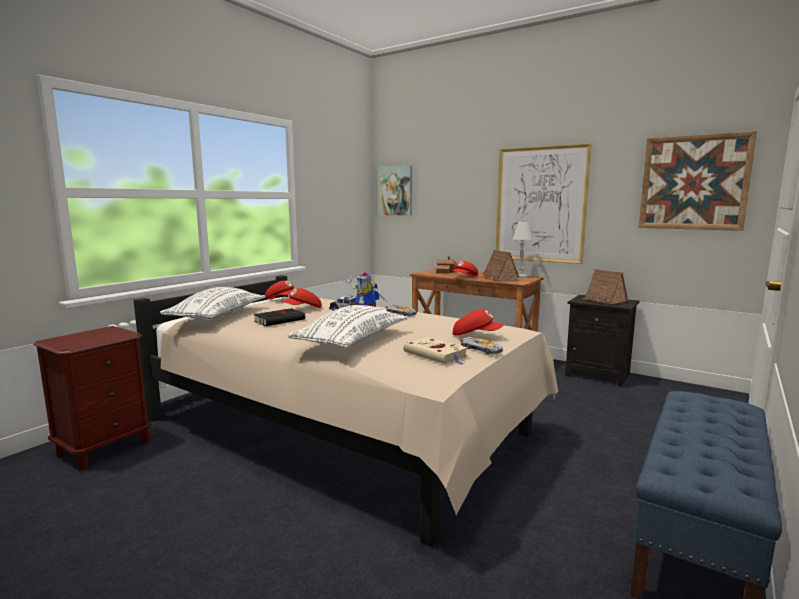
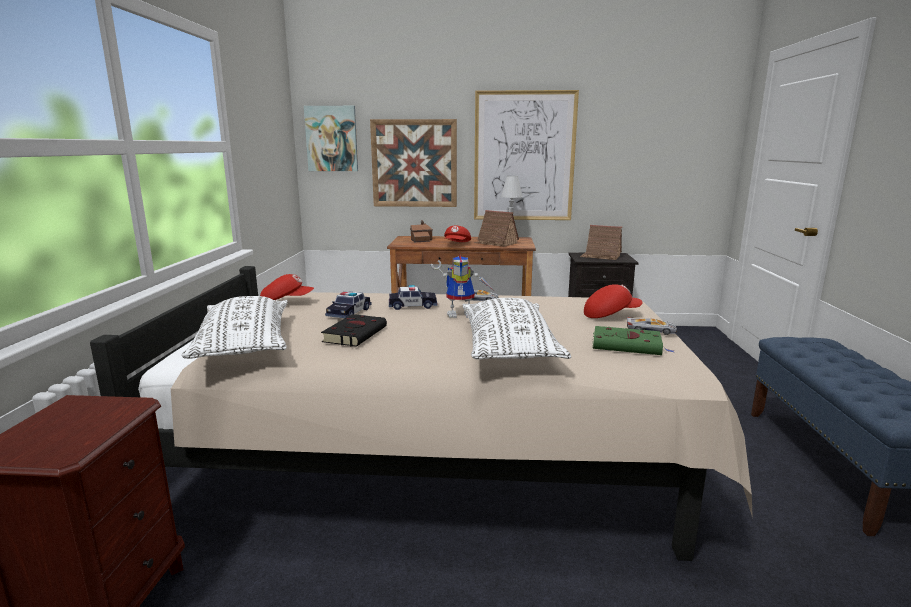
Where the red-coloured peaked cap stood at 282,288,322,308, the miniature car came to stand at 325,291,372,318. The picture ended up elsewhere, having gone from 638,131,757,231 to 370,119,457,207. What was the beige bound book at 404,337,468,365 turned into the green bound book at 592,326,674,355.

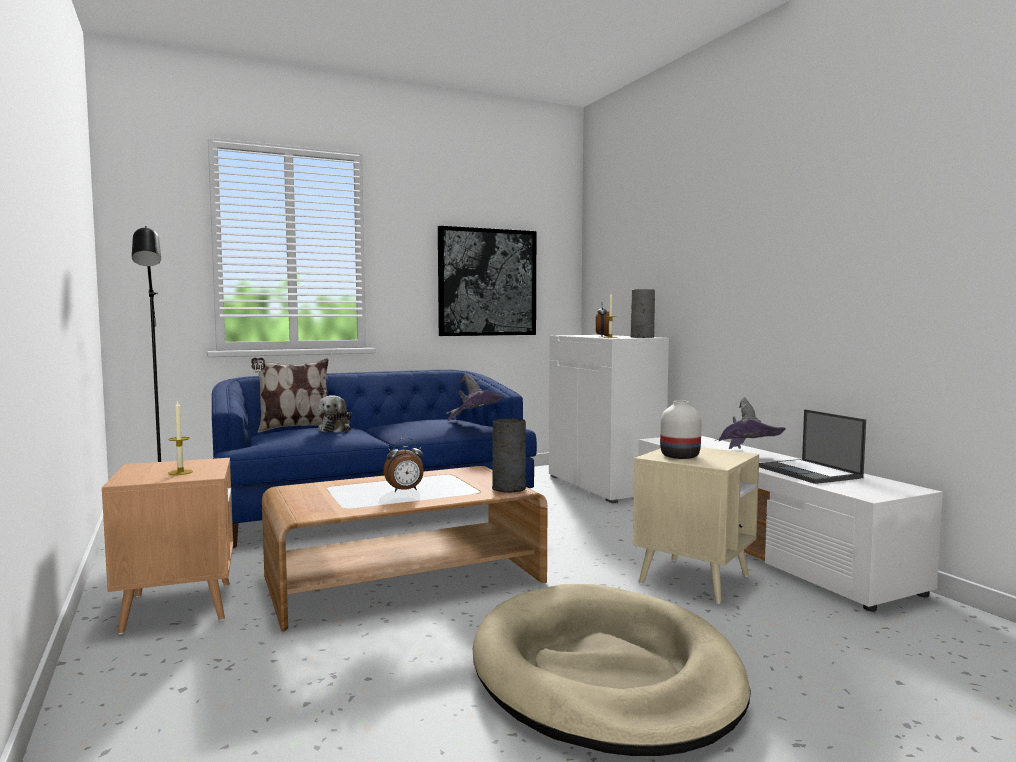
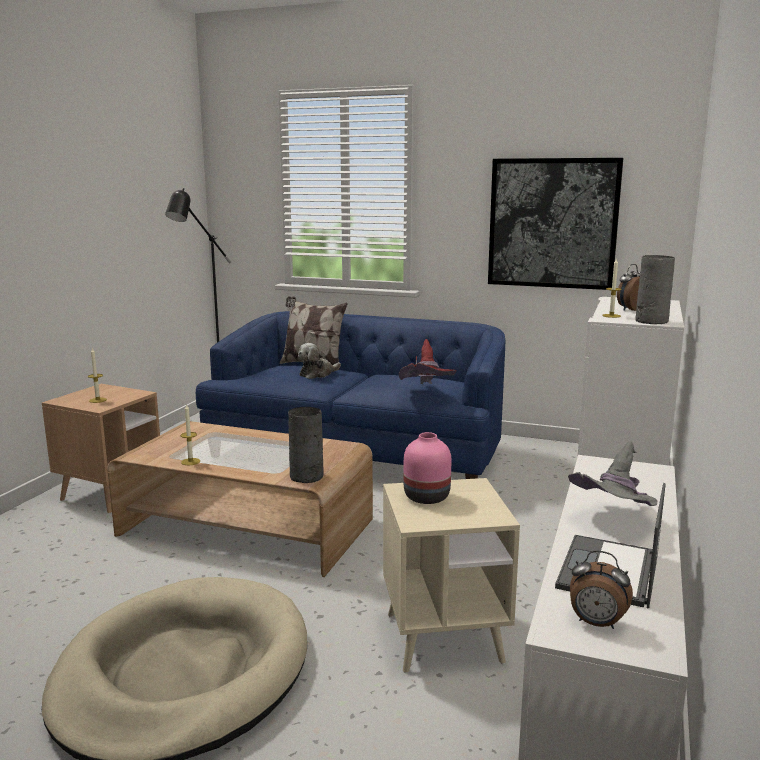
The second view gained the wax candle at 181,404,200,465. What was the gray hat at 446,373,505,421 turned into the red-coloured hat at 399,339,457,384. What was the white-coloured vase at 660,400,701,459 turned into the pinkish vase at 404,432,451,504. The bedside clock ended up elsewhere, having gone from 383,438,424,492 to 570,550,633,629.

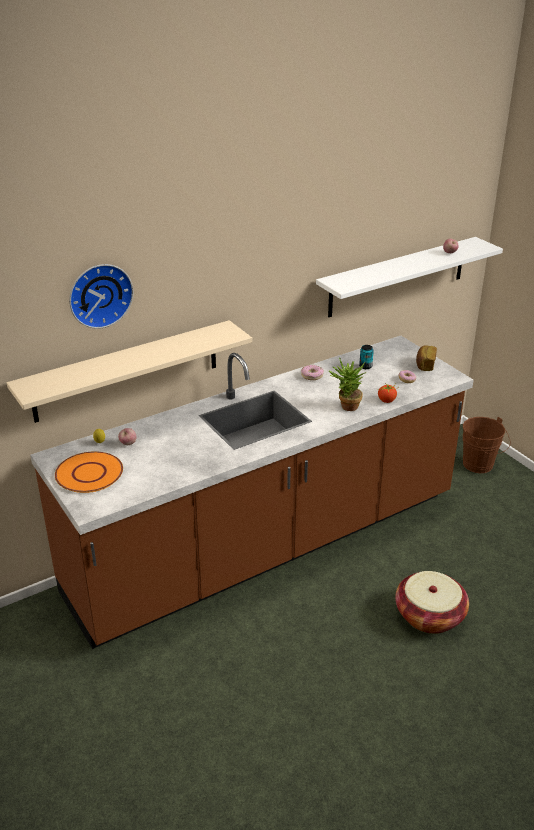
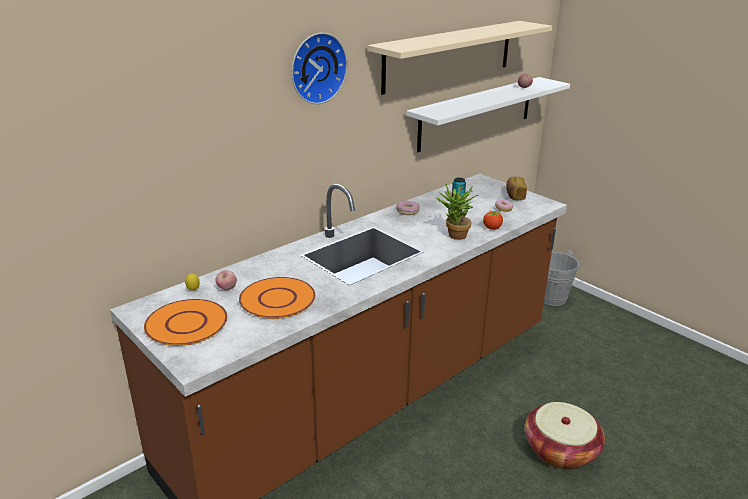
The second view gained the orangey flat dish at 239,277,315,319. The clock on the wall ended up elsewhere, having gone from 69,264,133,329 to 291,32,347,104. The beige bracket shelf ended up elsewhere, having gone from 7,320,252,423 to 368,21,553,95. What was the brown-coloured pail at 463,417,511,473 turned into the gray pail at 544,250,585,306.

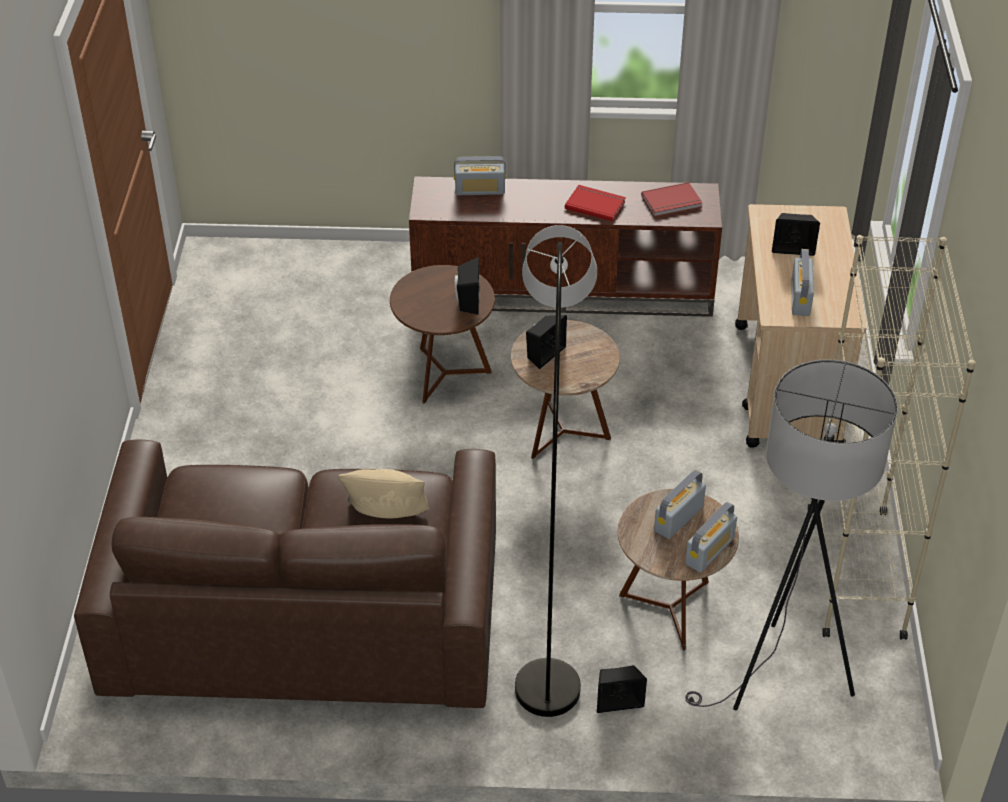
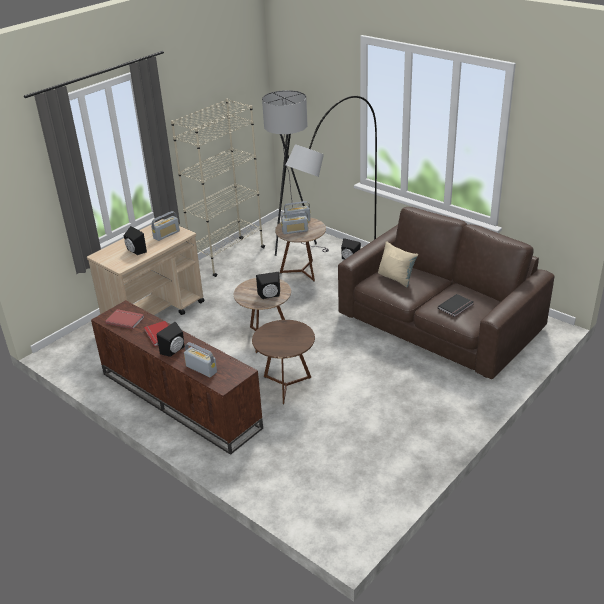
The blackish audio speaker ended up elsewhere, having gone from 455,257,479,315 to 156,322,185,357. The second view gained the blackish bound book at 438,294,474,317.

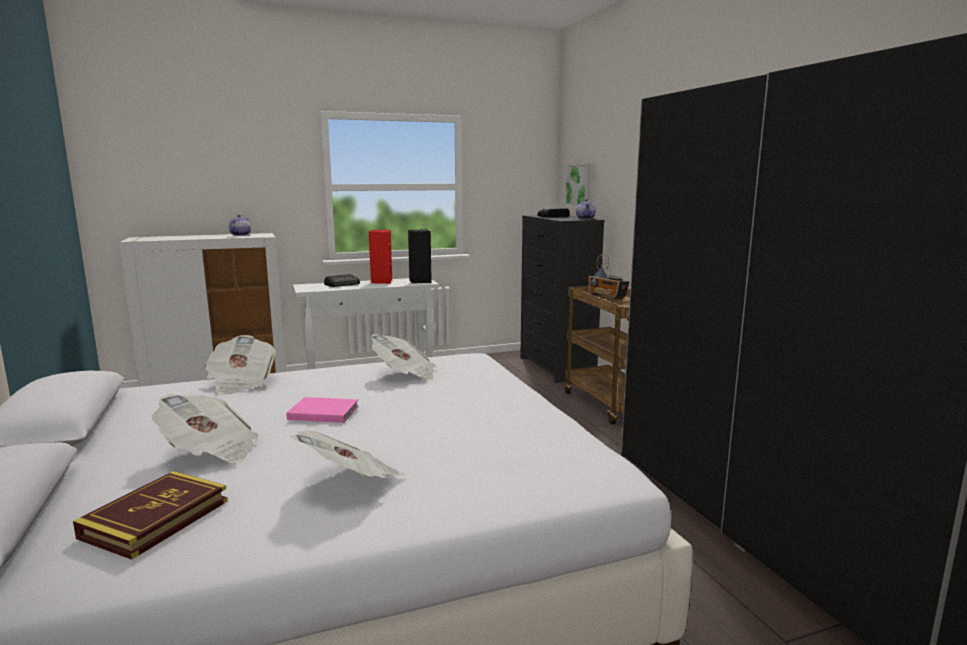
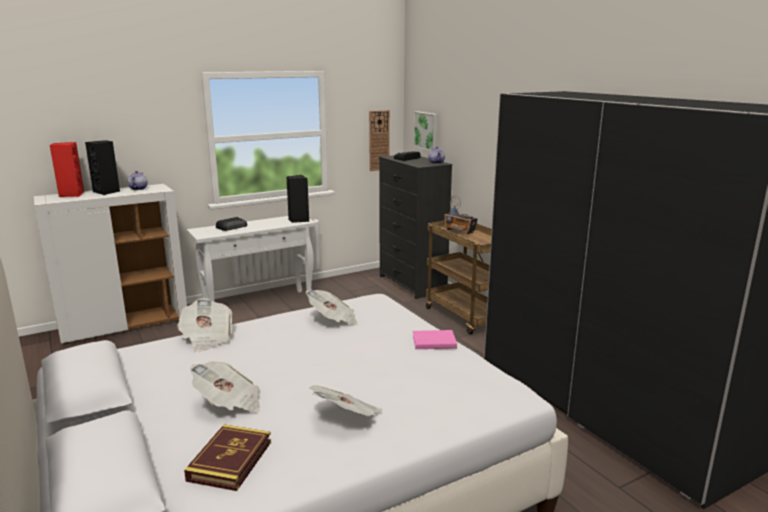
The red-coloured audio speaker ended up elsewhere, having gone from 369,230,392,284 to 50,142,84,197. The second view gained the blackish audio speaker at 85,140,120,195. The second view gained the clock on the wall at 369,110,390,171. The pinkish bound book ended up elsewhere, having gone from 286,397,358,423 to 413,330,457,349.

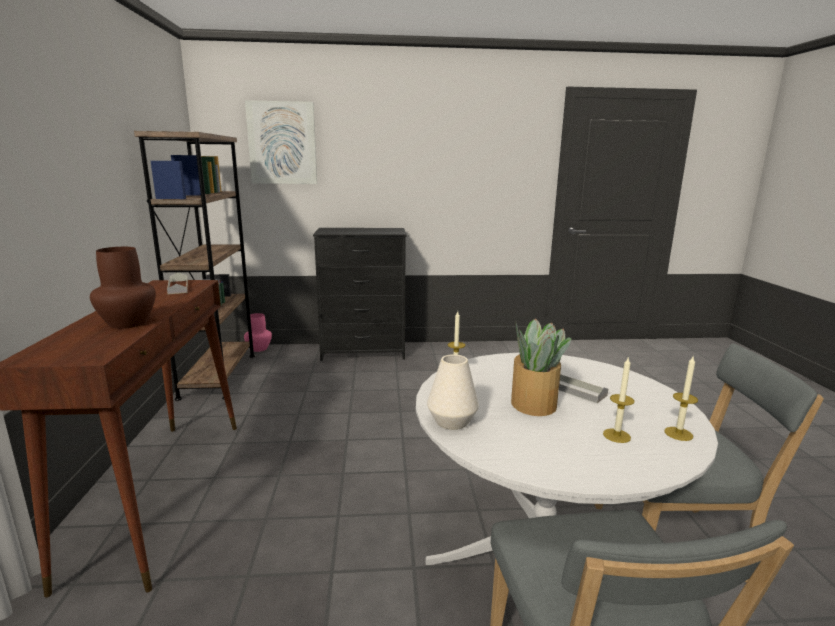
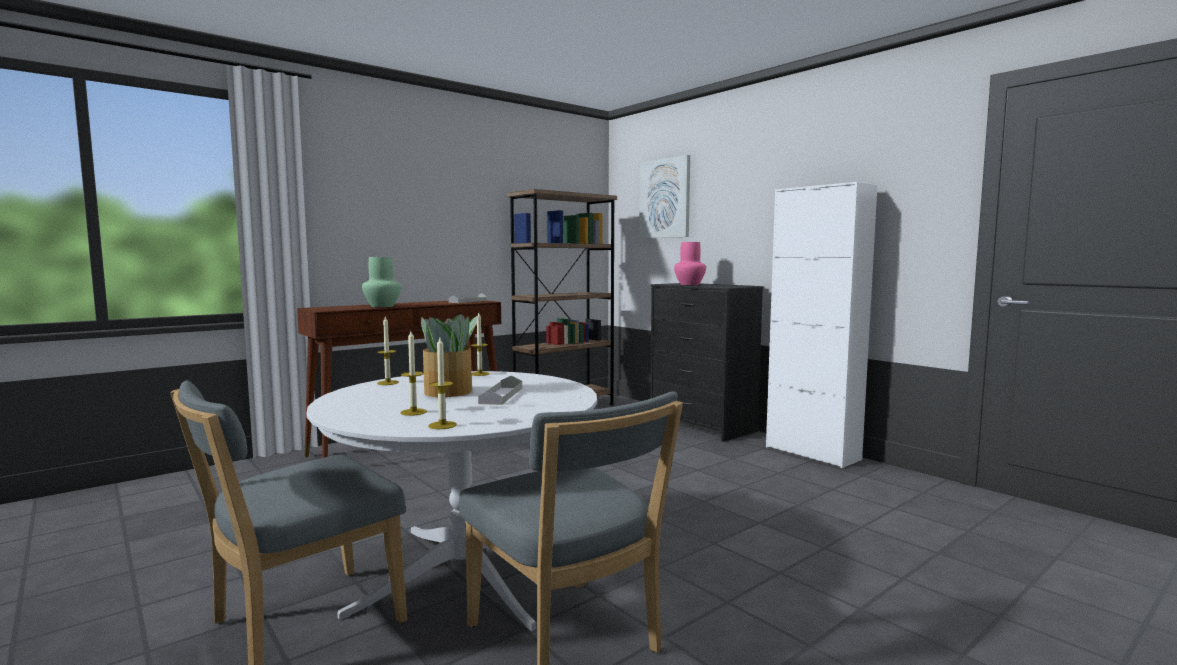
What was the brown-coloured vase at 90,247,156,329 turned into the green vase at 362,257,401,307. Where the white-coloured vase stood at 427,354,479,430, the wax candle came to stand at 377,317,399,385. The pinkish vase ended up elsewhere, having gone from 244,313,272,352 to 674,242,706,285. The second view gained the white-coloured cabinet at 766,182,878,468.

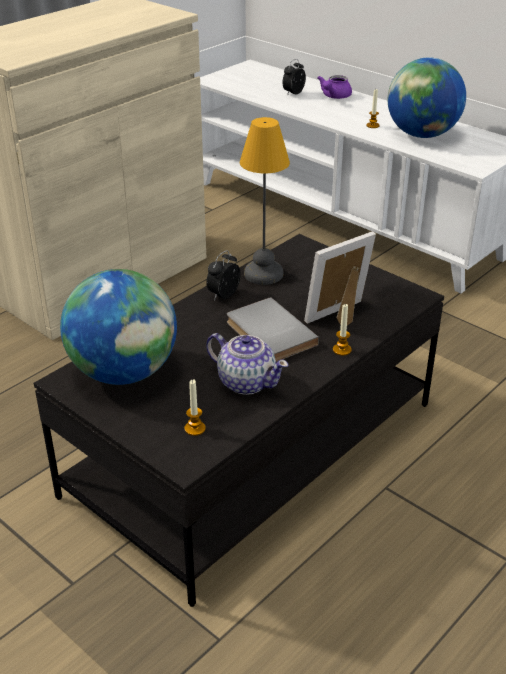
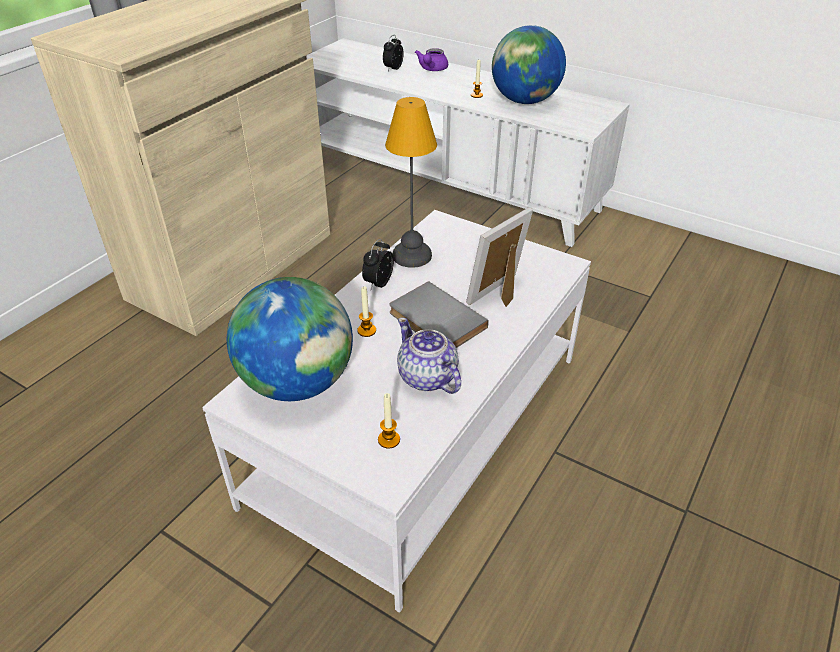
What was the blackish low table at 34,234,444,607 turned into the white-coloured low table at 202,210,591,613. The wax candle ended up elsewhere, having gone from 333,303,352,356 to 357,286,376,337. The teapot at 206,333,288,395 ended up facing another way, 150 degrees counterclockwise from before.

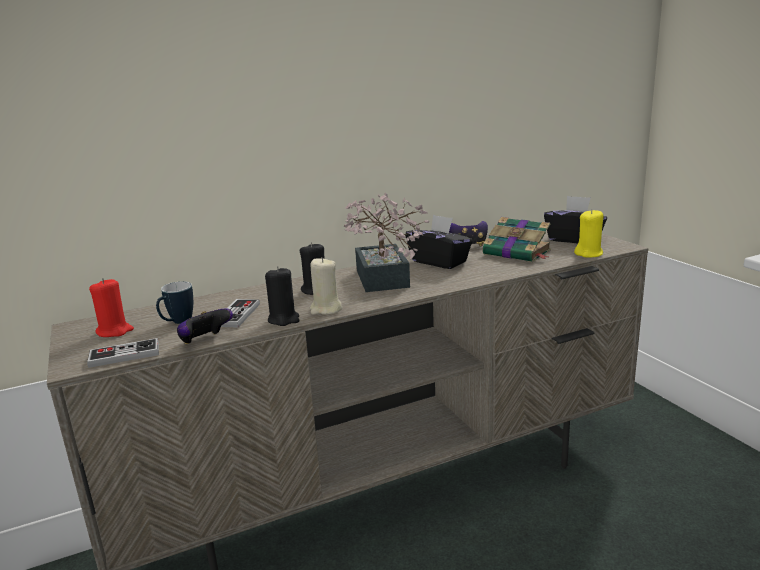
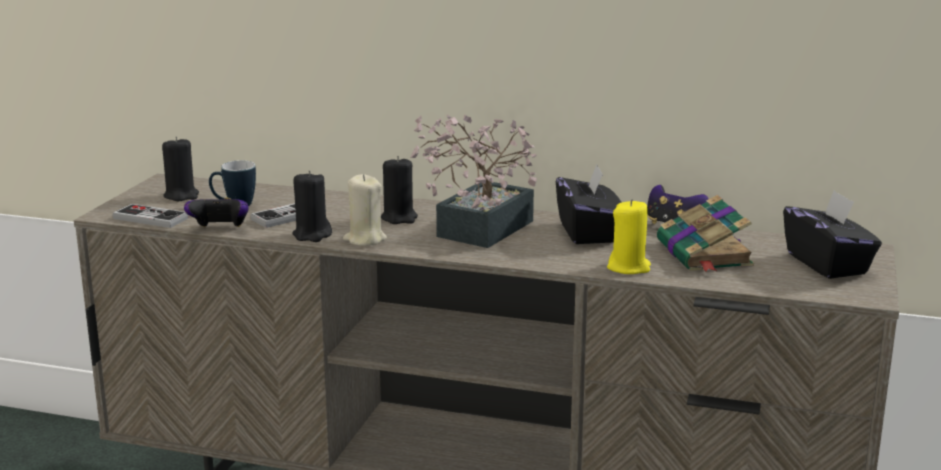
What was the red-coloured wax candle at 89,278,134,337 turned into the blackish wax candle at 162,136,199,201. The yellow wax candle ended up elsewhere, having gone from 574,209,603,258 to 607,199,651,274.

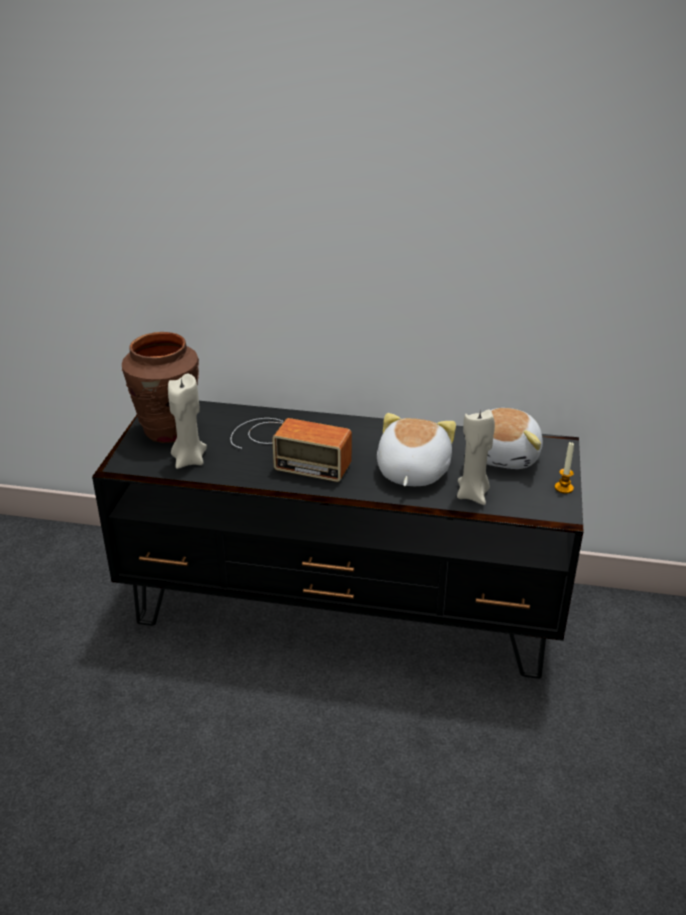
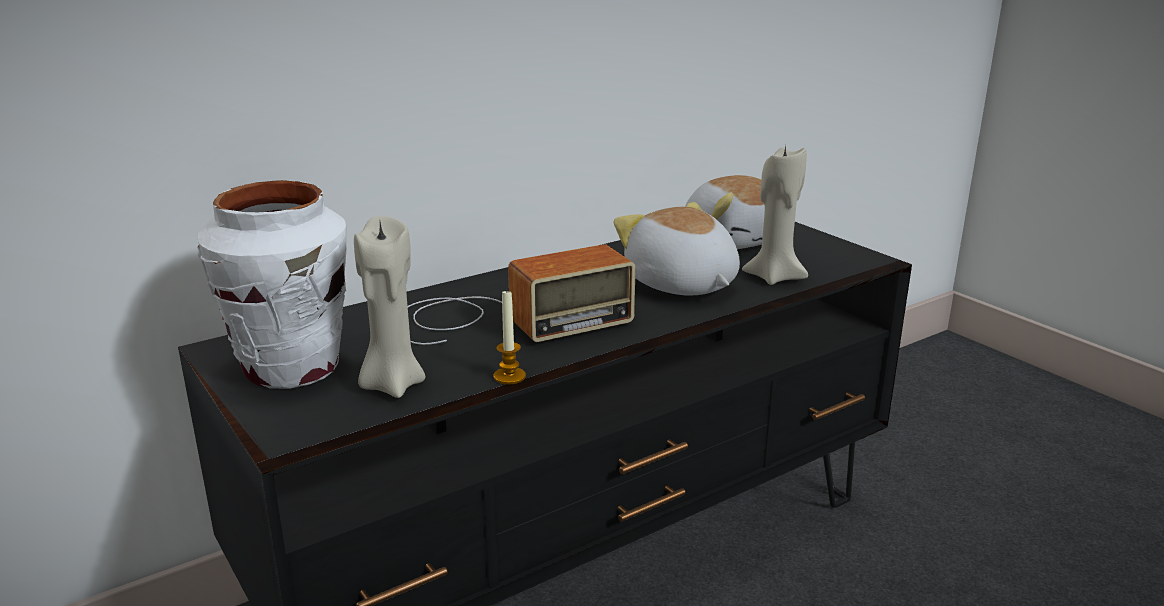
What was the brown-coloured vase at 122,332,199,443 turned into the white-coloured vase at 197,180,347,389. The wax candle ended up elsewhere, having gone from 555,442,574,494 to 494,289,526,385.

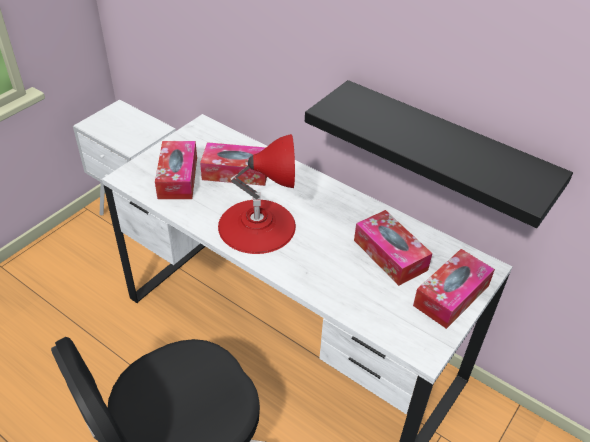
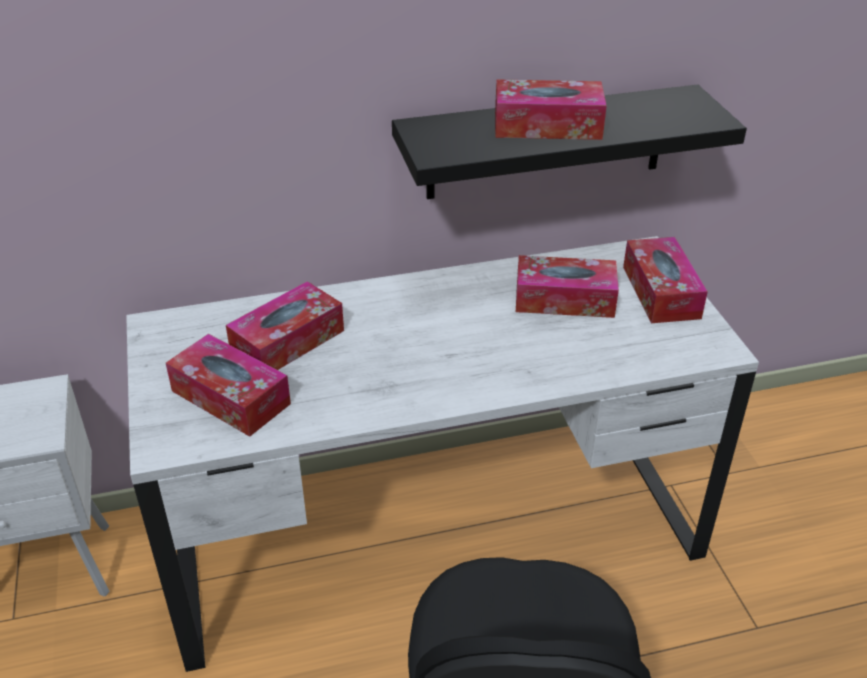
The second view gained the box of tissues at 495,80,607,140. The second view lost the red-coloured lamp for a table at 218,134,296,254.

